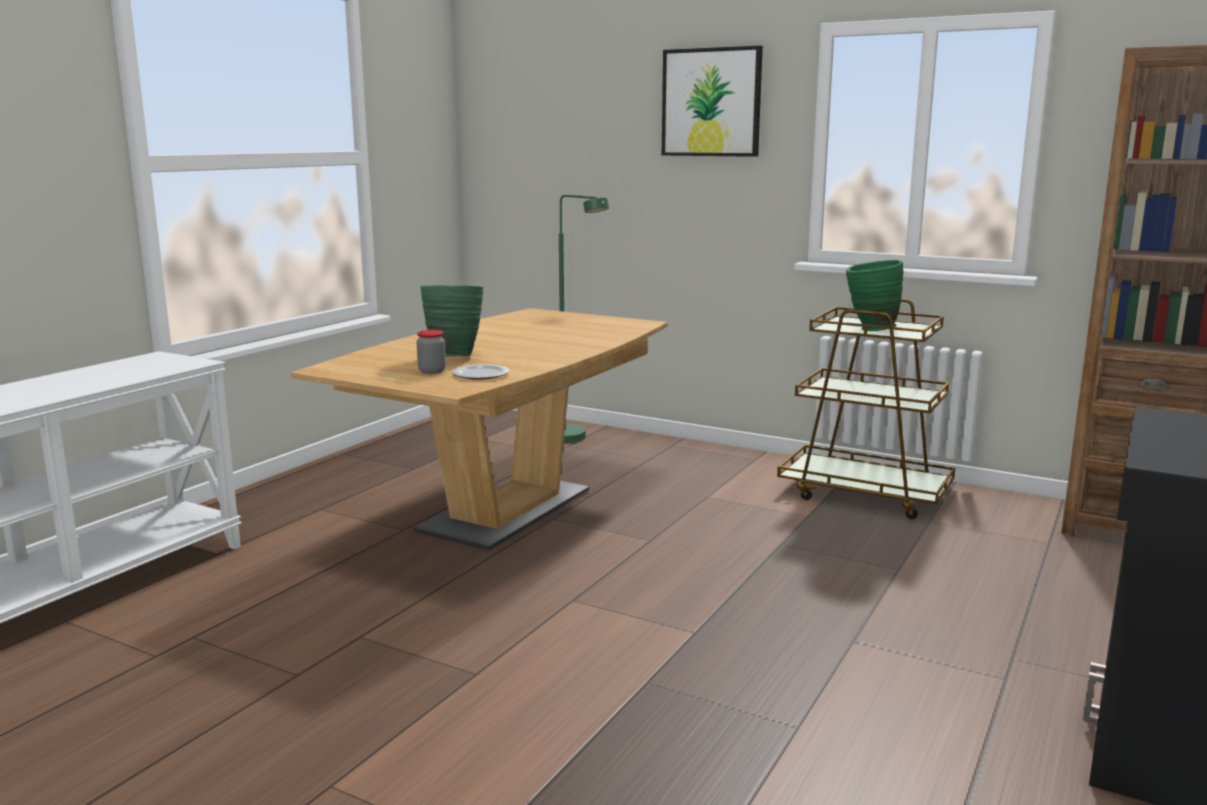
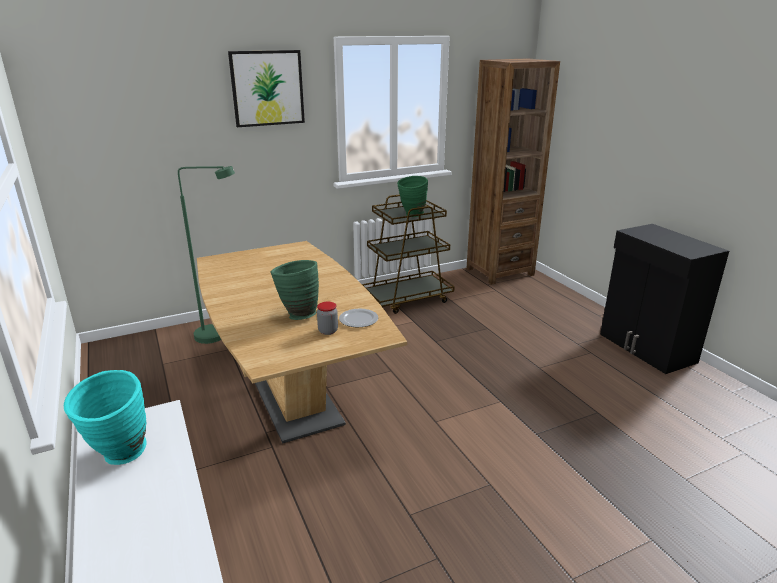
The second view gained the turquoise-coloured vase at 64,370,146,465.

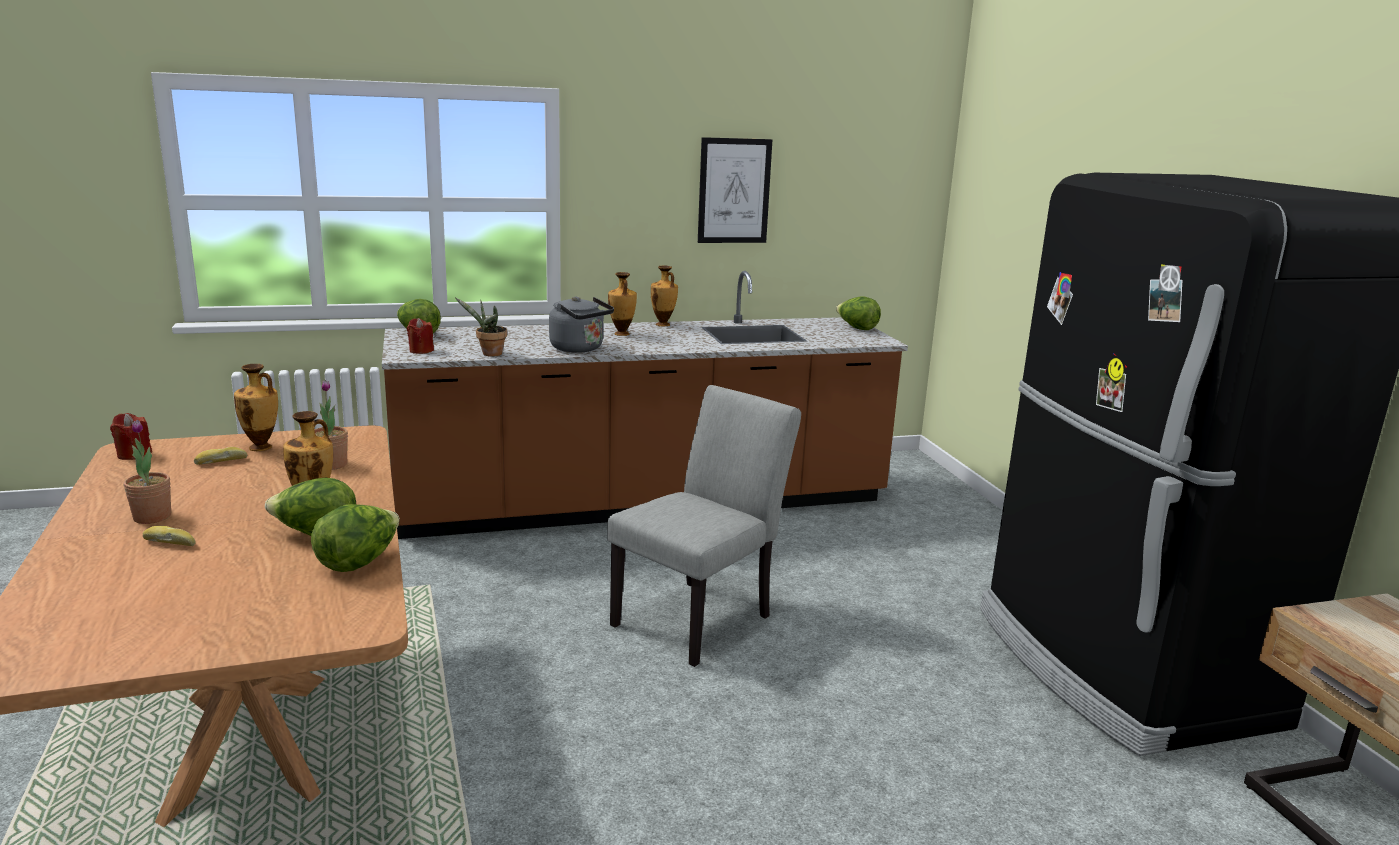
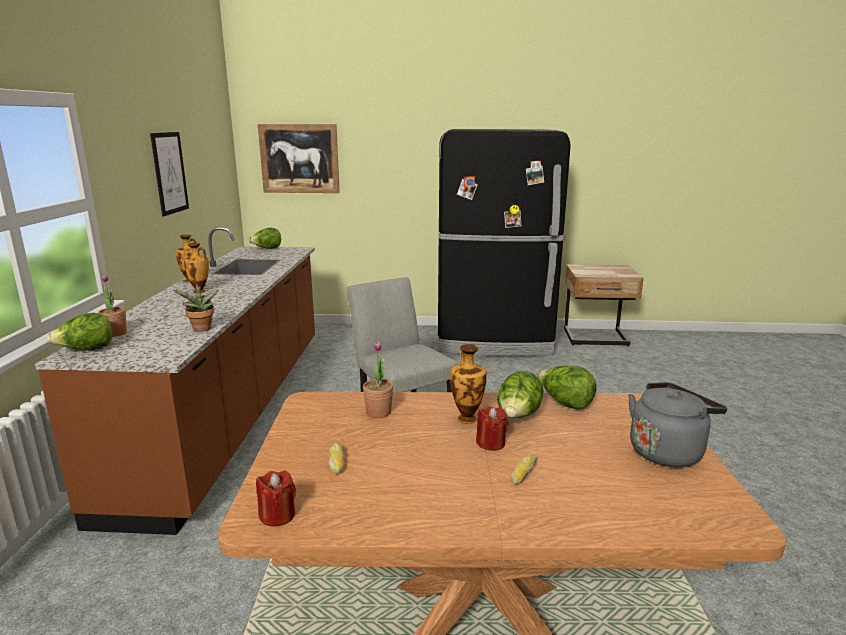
The houseplant ended up elsewhere, having gone from 124,420,171,524 to 98,275,127,337. The second view gained the picture at 258,124,340,193. The red-coloured wax candle ended up elsewhere, having gone from 407,318,434,354 to 476,406,508,451. The gray tea kettle ended up elsewhere, having gone from 549,296,614,353 to 628,382,727,467. The second view lost the vase at 234,364,278,451.

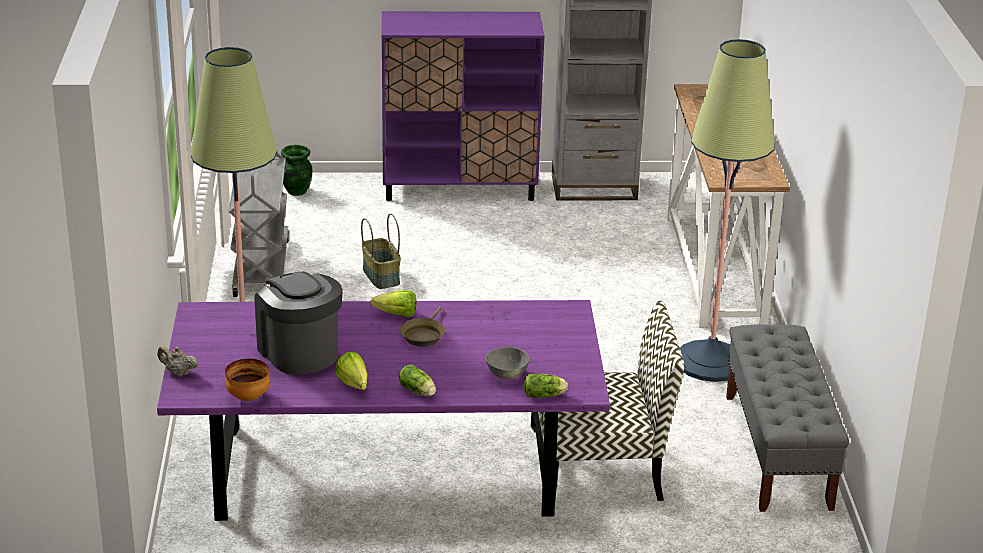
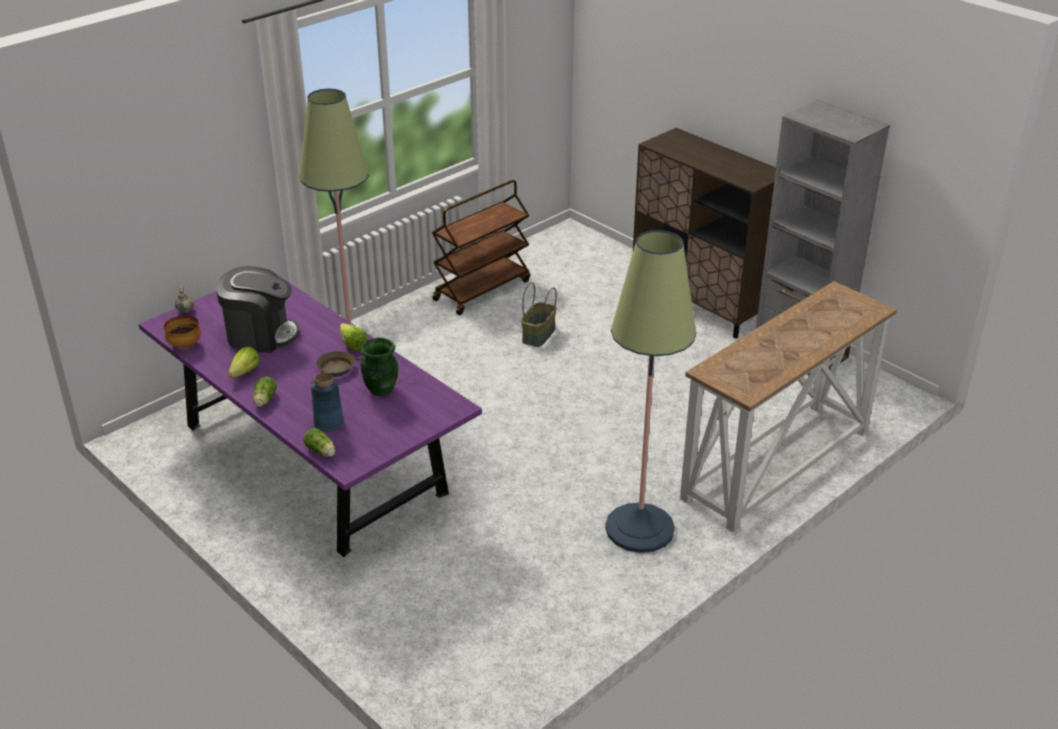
The coffee machine at 255,272,343,374 ended up facing another way, 75 degrees clockwise from before. Where the gray deep dish stood at 486,347,529,380, the blue vase came to stand at 311,372,344,432. The green vase ended up elsewhere, having gone from 281,145,312,196 to 360,338,398,396. What was the gray cart at 228,153,289,297 turned into the brown-coloured cart at 432,180,530,315. What was the purplish cabinet at 382,11,545,201 turned into the brown-coloured cabinet at 633,128,776,338. The second view lost the upright chair at 538,301,685,501. The second view lost the gray indoor bench at 726,324,849,512.

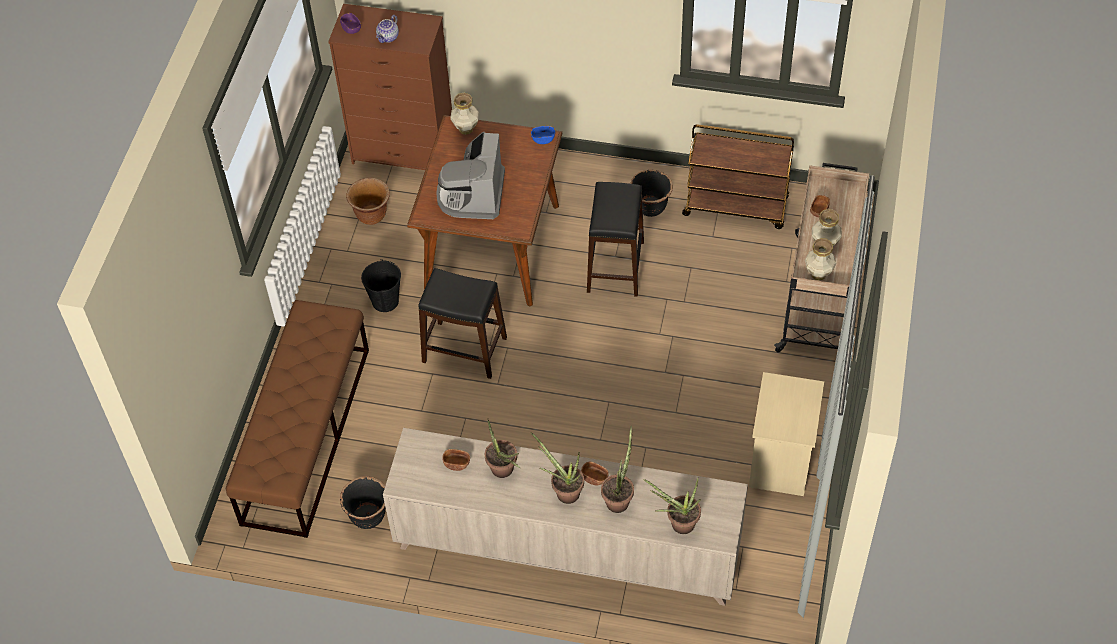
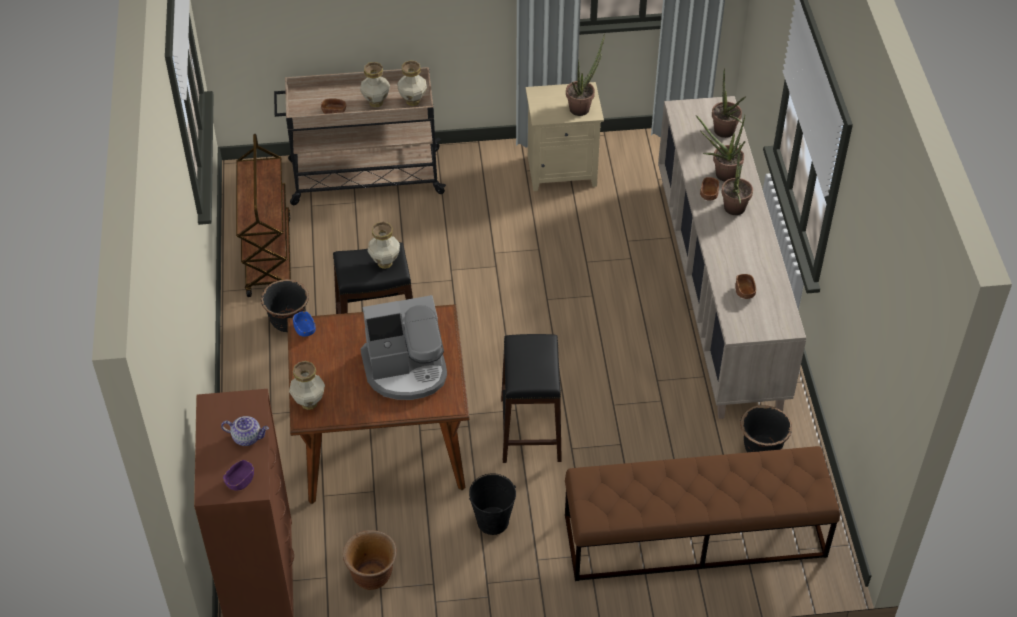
The second view gained the vase at 368,222,400,269. The houseplant ended up elsewhere, having gone from 485,420,520,478 to 566,34,605,116.

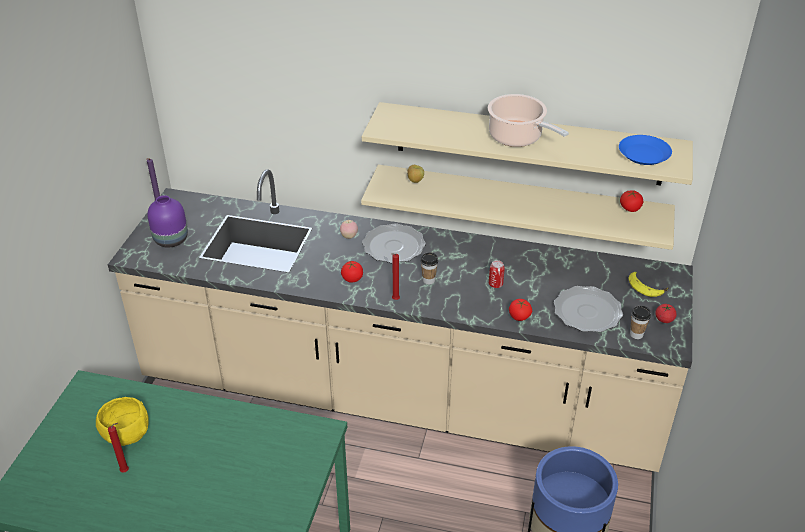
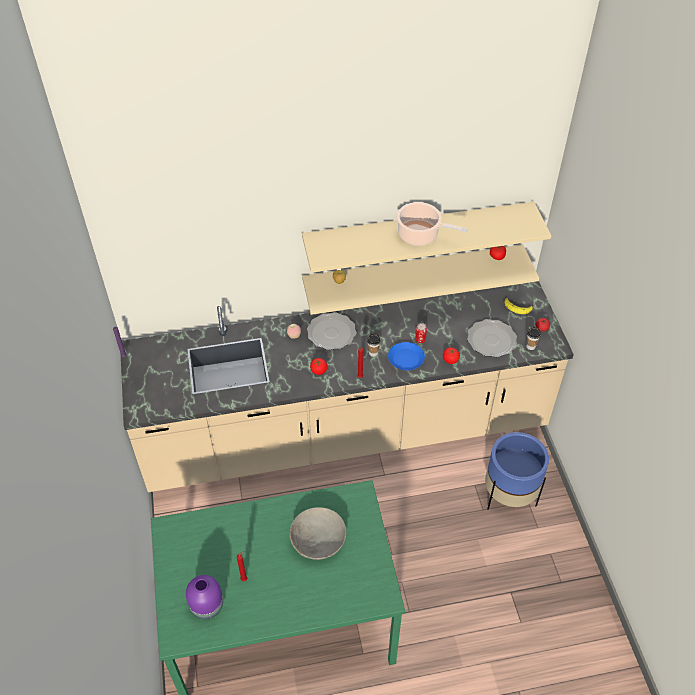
The purplish vase ended up elsewhere, having gone from 147,195,188,248 to 186,575,223,619. The second view gained the gray deep dish at 289,507,346,560. The blue flat dish ended up elsewhere, having gone from 619,135,672,165 to 388,342,425,370. The second view lost the yellow deep dish at 96,397,149,446.

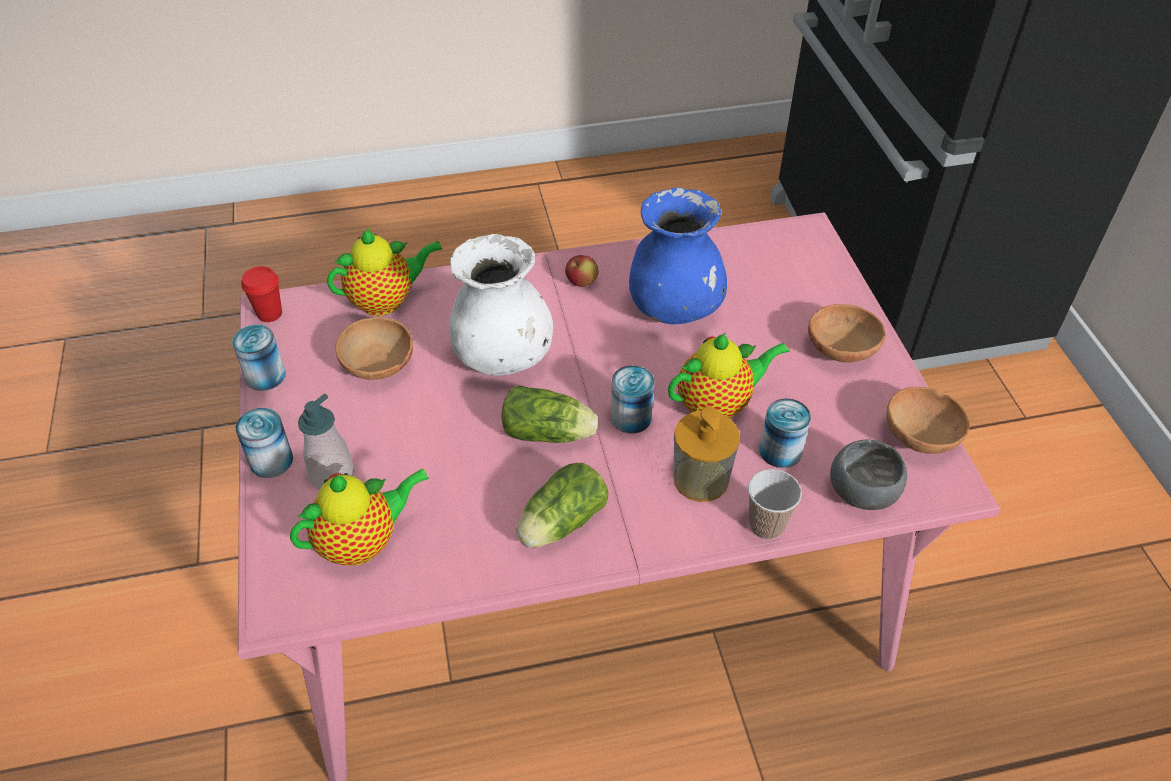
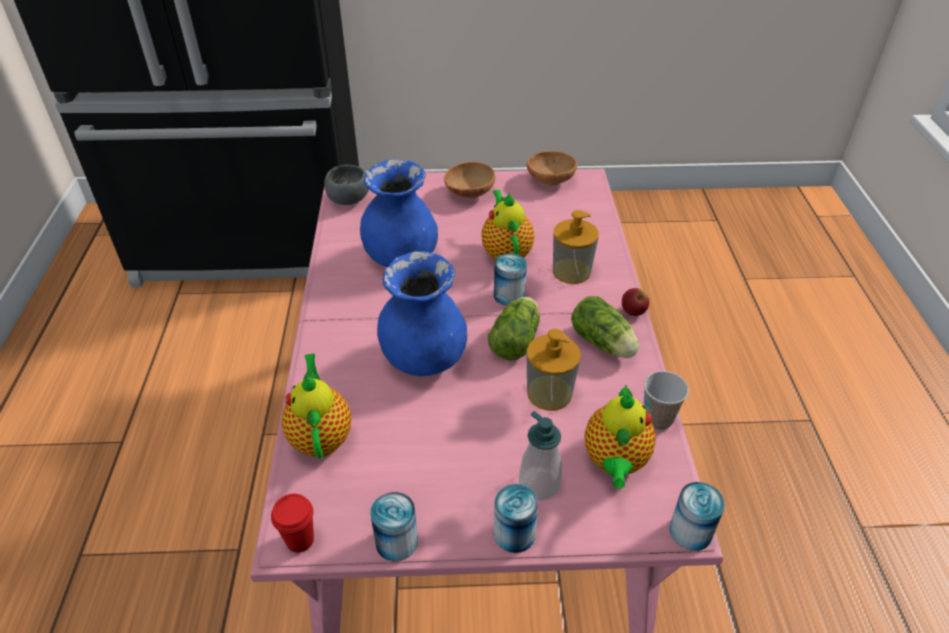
The gray deep dish ended up elsewhere, having gone from 830,439,907,510 to 324,165,369,205. What was the white-coloured vase at 449,234,553,376 turned into the blue vase at 377,251,467,376. The second view gained the soap dispenser at 527,329,581,411. The teapot at 290,469,429,566 ended up facing another way, 150 degrees counterclockwise from before. The apple fruit ended up elsewhere, having gone from 565,255,599,287 to 622,288,649,316. The small cup ended up elsewhere, having gone from 748,469,802,540 to 644,371,689,430. The can ended up elsewhere, having gone from 759,398,811,468 to 670,482,725,551. The second view lost the brown-coloured deep dish at 335,317,413,380.

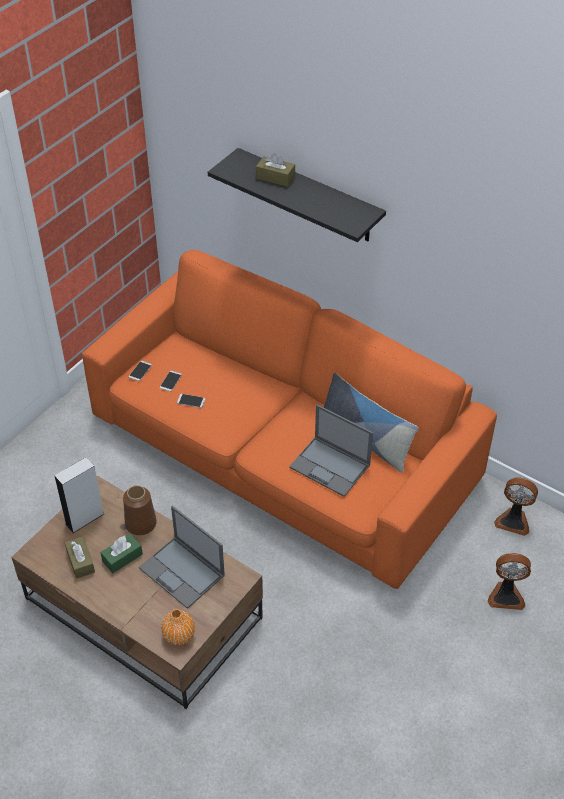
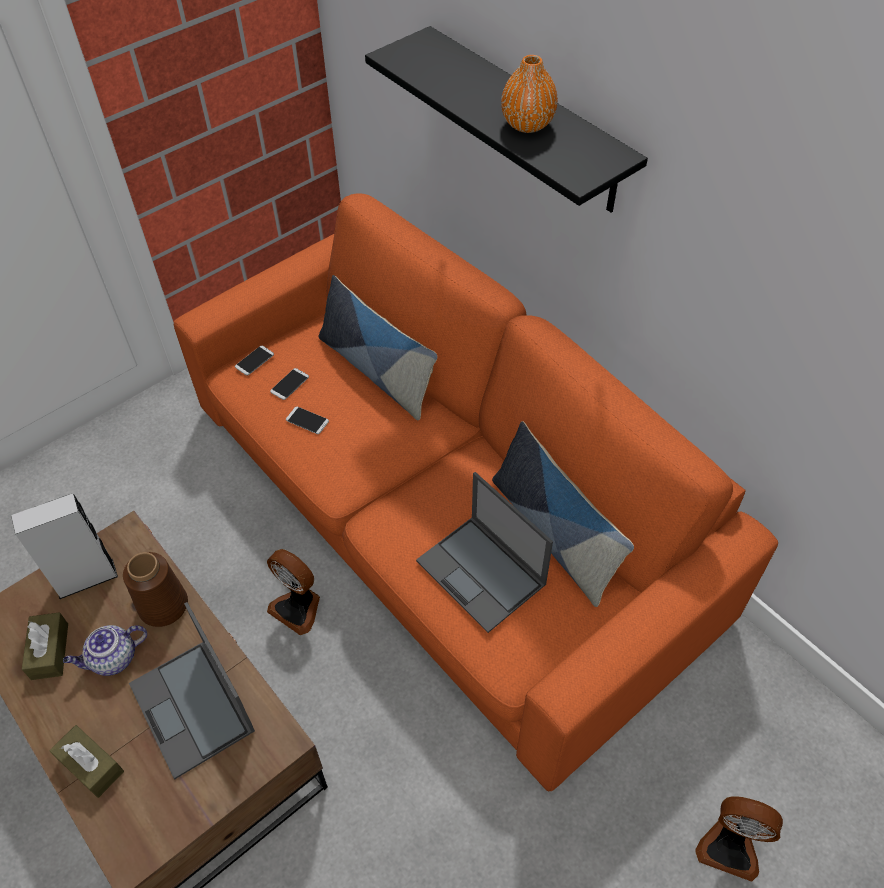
The brown-coloured box of tissues ended up elsewhere, having gone from 256,153,295,187 to 50,725,124,798. Where the green box of tissues stood at 101,534,143,573, the teapot came to stand at 63,625,147,676. The electric fan ended up elsewhere, having gone from 494,477,538,536 to 267,549,320,635. The second view gained the throw pillow at 319,275,437,420. The orangey vase ended up elsewhere, having gone from 161,609,195,645 to 501,55,558,133.

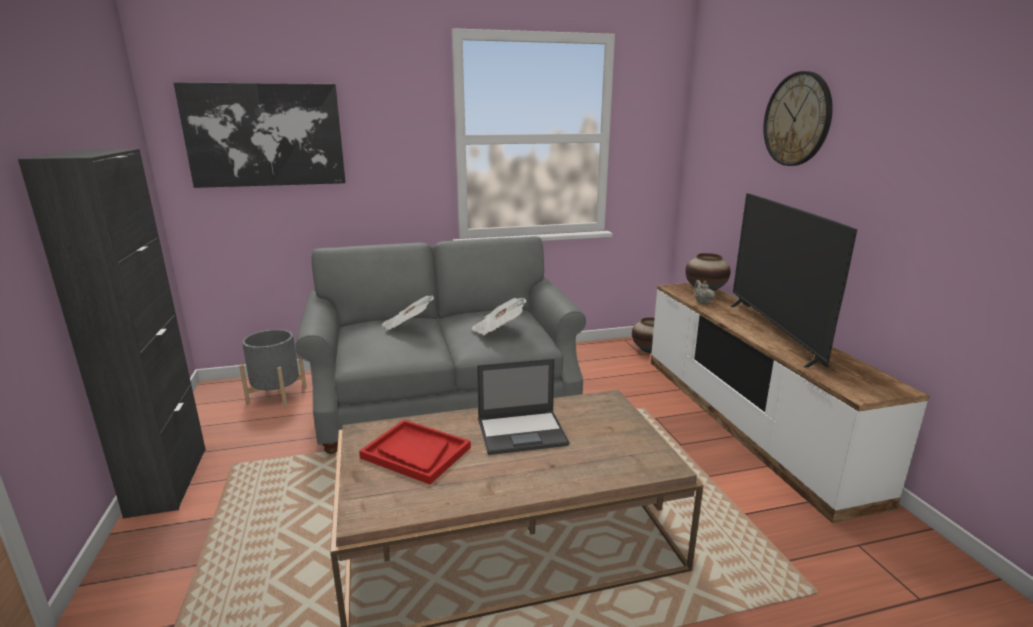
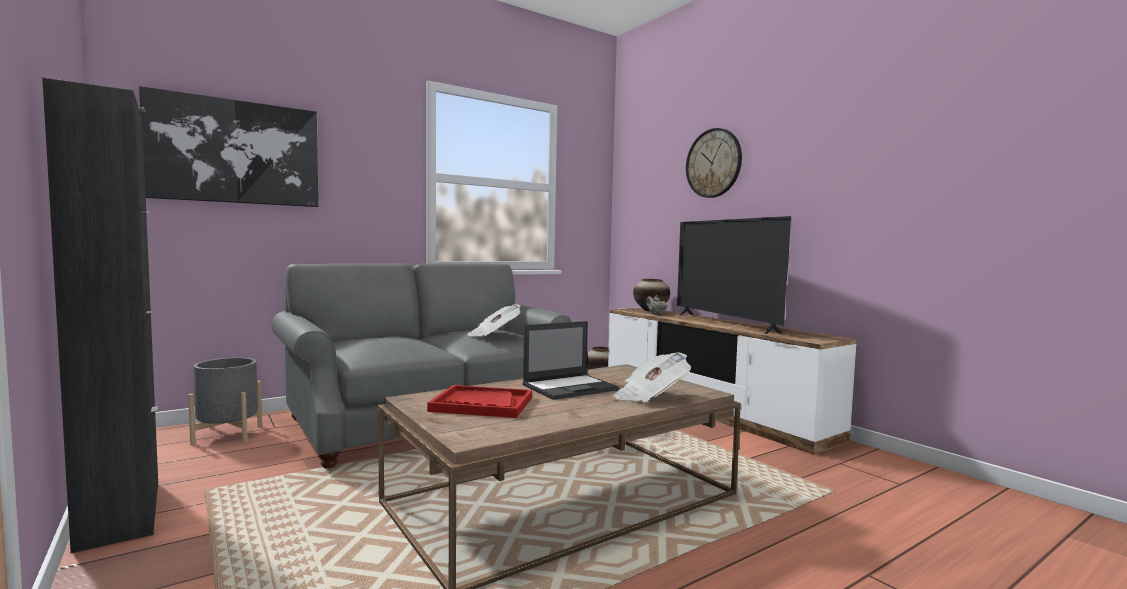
The printed paper ended up elsewhere, having gone from 382,296,434,331 to 614,353,691,402.

